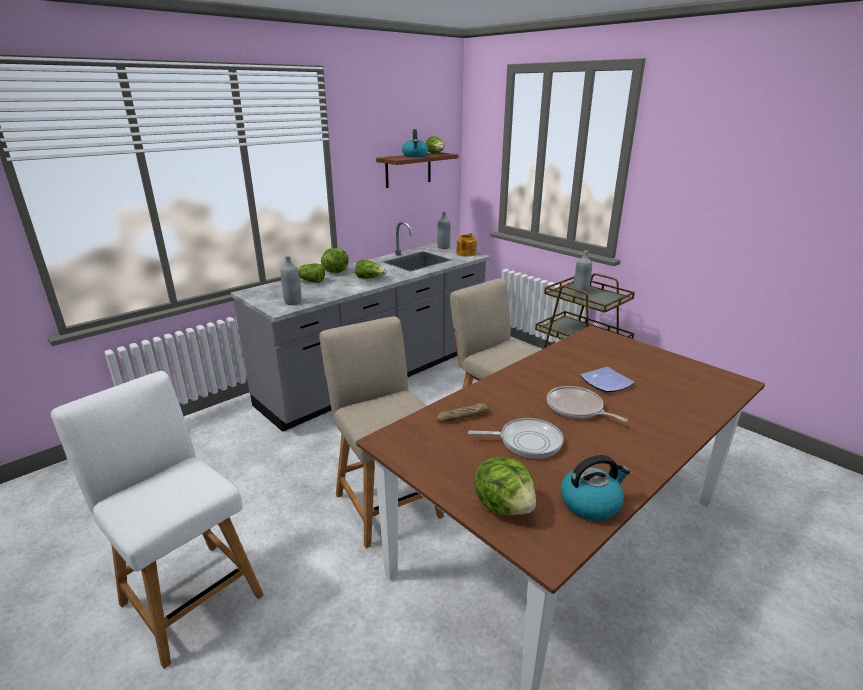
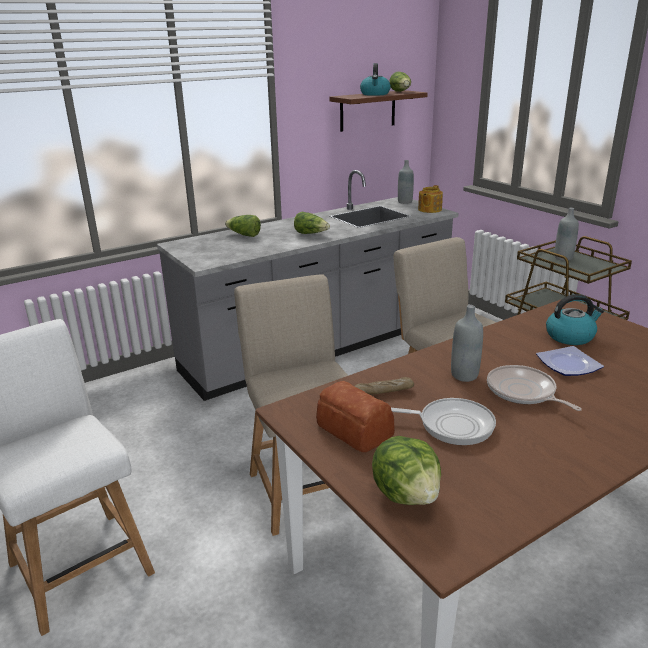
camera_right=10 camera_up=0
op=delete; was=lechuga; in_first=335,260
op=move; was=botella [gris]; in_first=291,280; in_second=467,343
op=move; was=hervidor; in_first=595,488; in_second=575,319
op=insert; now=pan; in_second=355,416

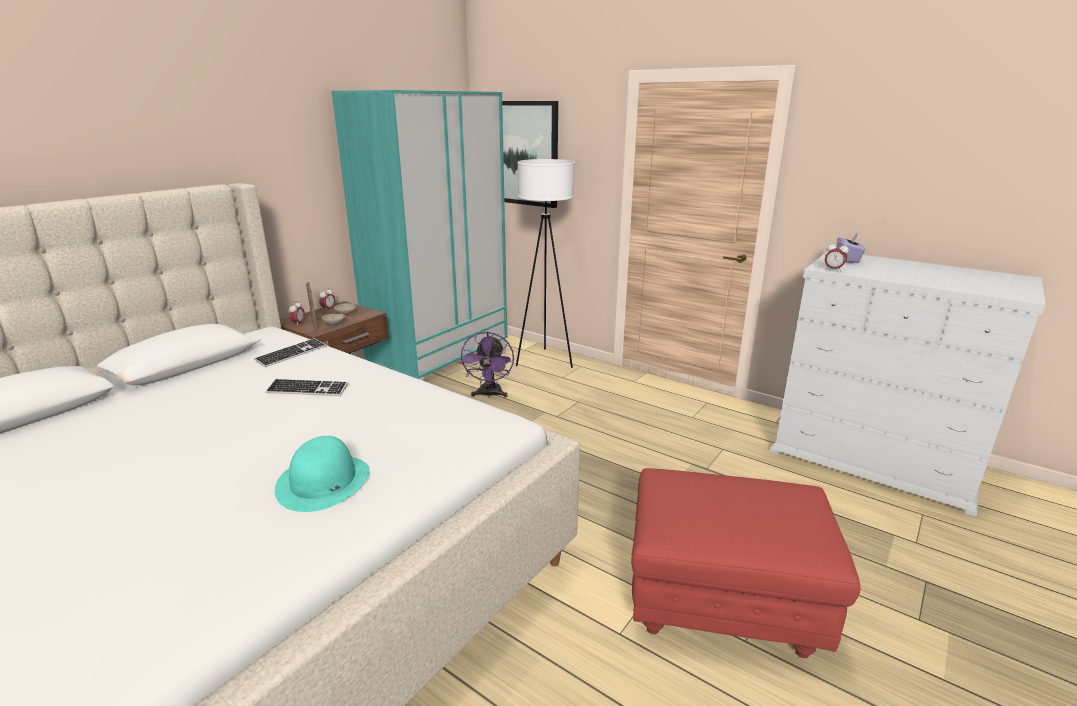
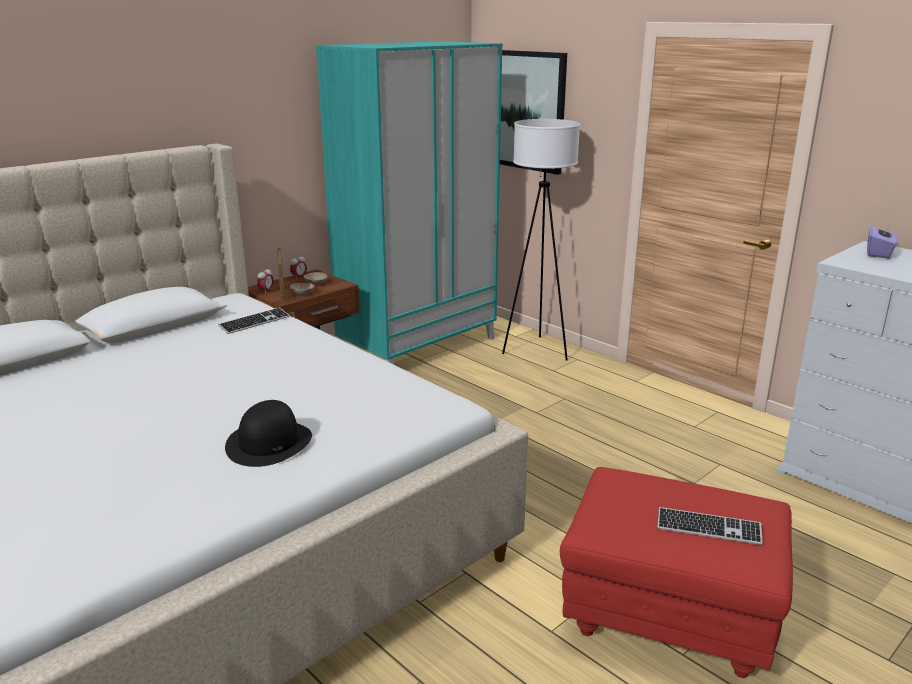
camera_right=10 camera_up=0
op=delete; was=despertador; in_first=837,256
op=delete; was=ventilador [morado]; in_first=486,365
op=move; was=teclado; in_first=307,387; in_second=710,526
op=recolor; was=sombrero [turquesa]; now=sombrero [negro]; in_first=322,474; in_second=268,433

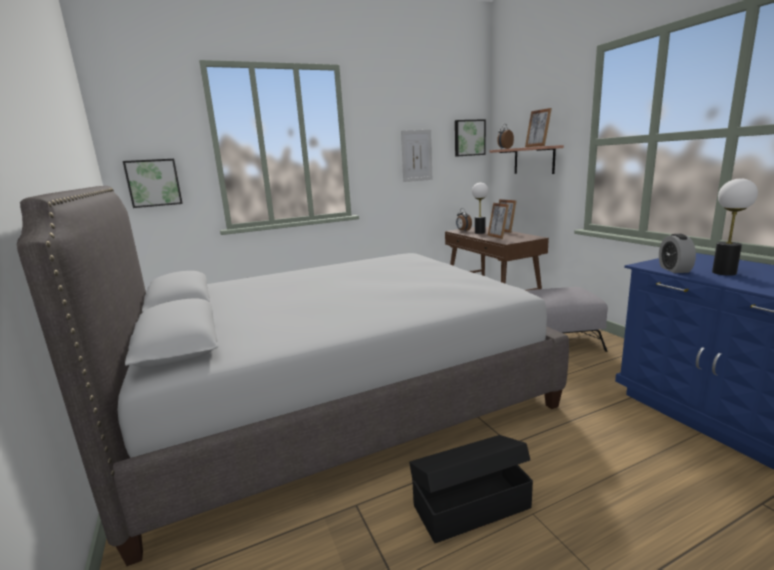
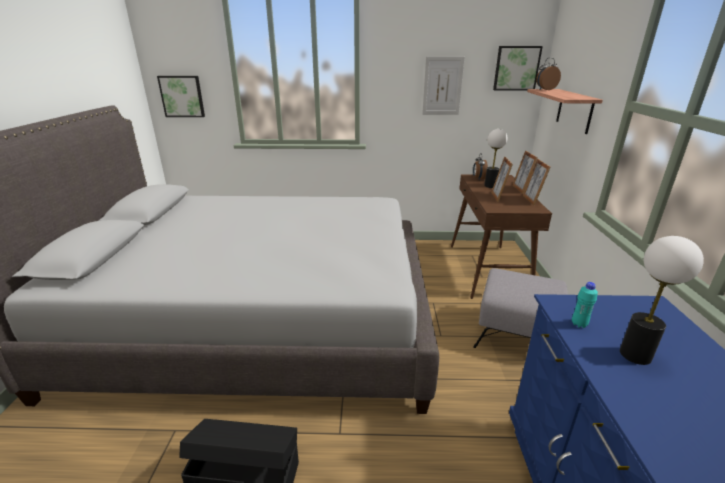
camera_right=25 camera_up=10
op=move; was=portarretratos; in_first=538,127; in_second=537,182
op=replace; was=despertador; now=botella [turquesa]; in_first=677,253; in_second=585,305

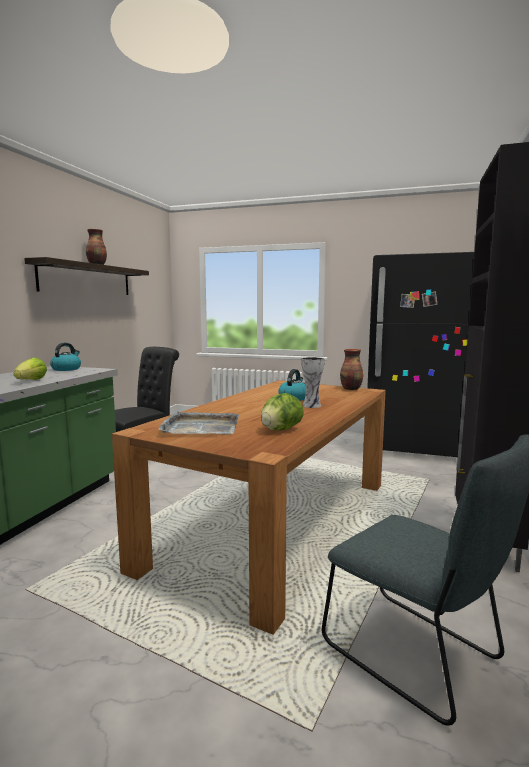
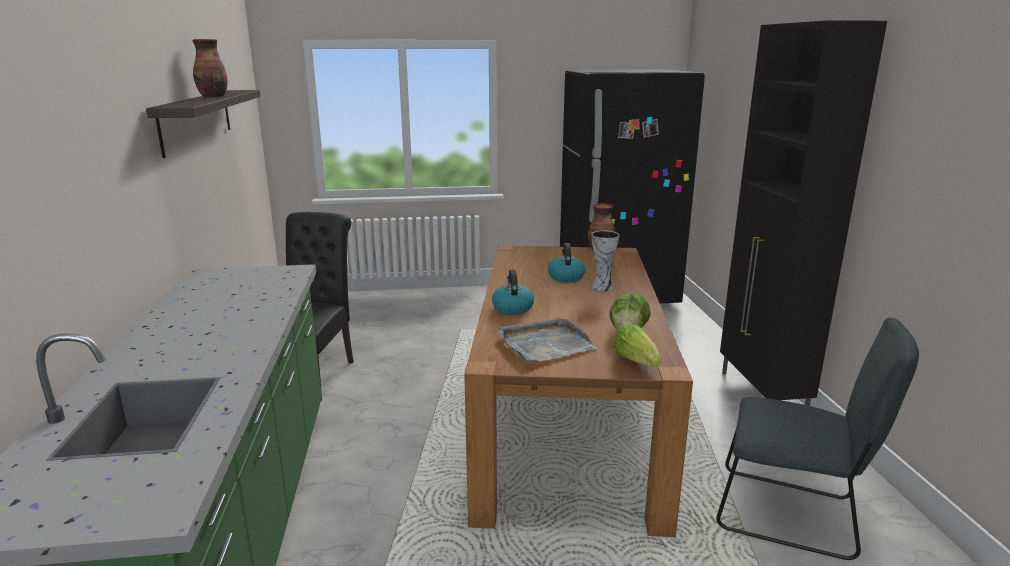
camera_right=-25 camera_up=10
op=move; was=hervidor; in_first=65,357; in_second=513,292
op=move; was=lechuga; in_first=30,368; in_second=637,345

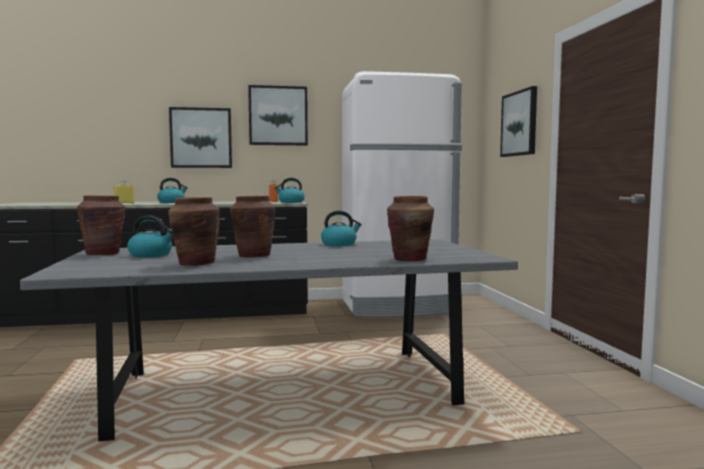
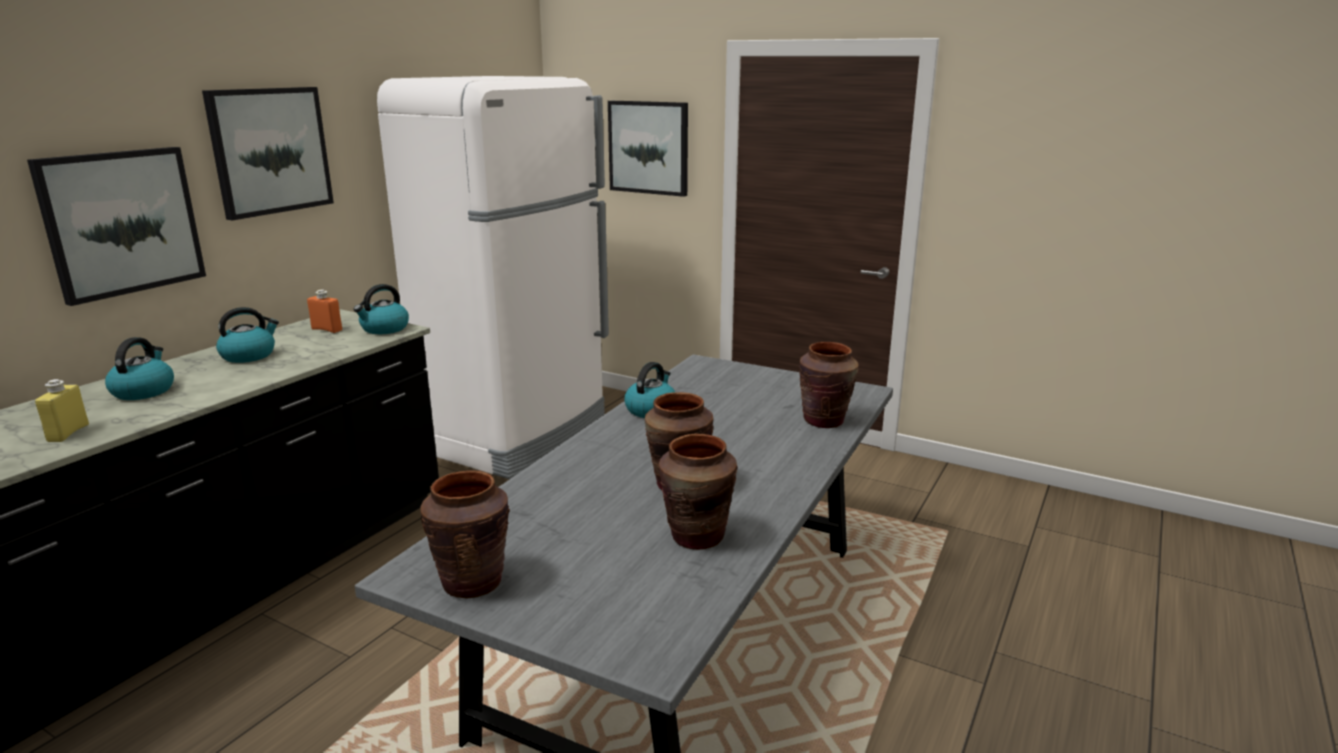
camera_right=-50 camera_up=15
op=move; was=hervidor; in_first=150,236; in_second=247,335

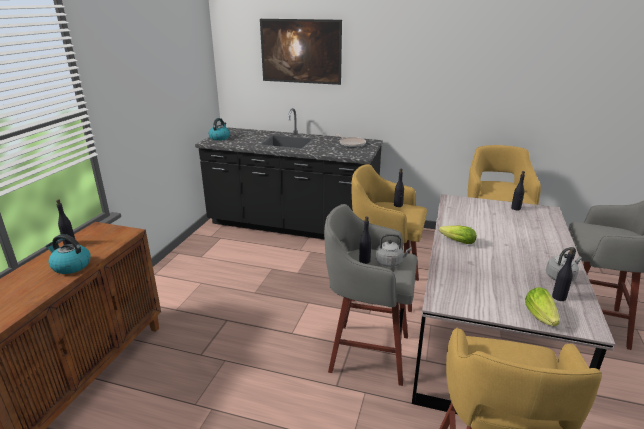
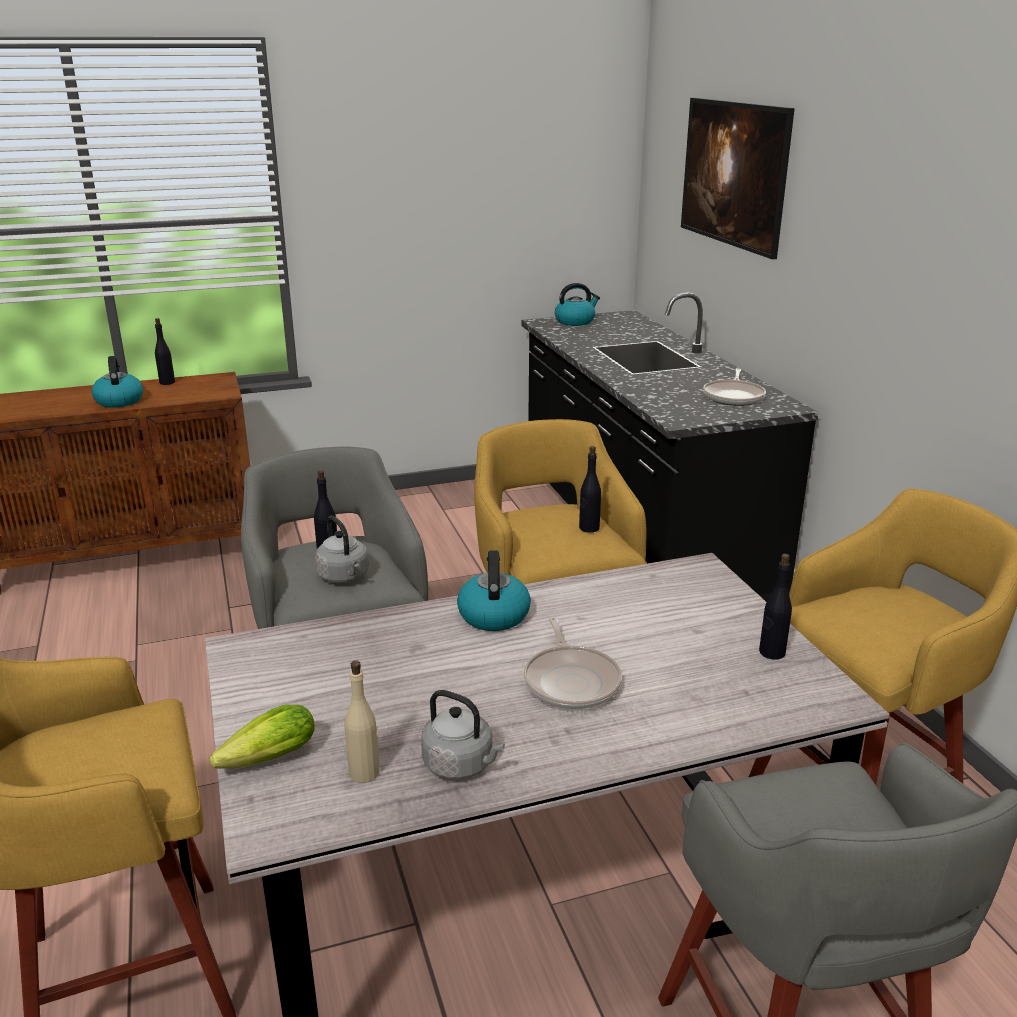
camera_right=55 camera_up=0
op=replace; was=lechuga; now=hervidor; in_first=458,235; in_second=494,590
op=recolor; was=botella [negro]; now=botella [beis]; in_first=563,274; in_second=362,721
op=insert; now=sartén; in_second=573,663

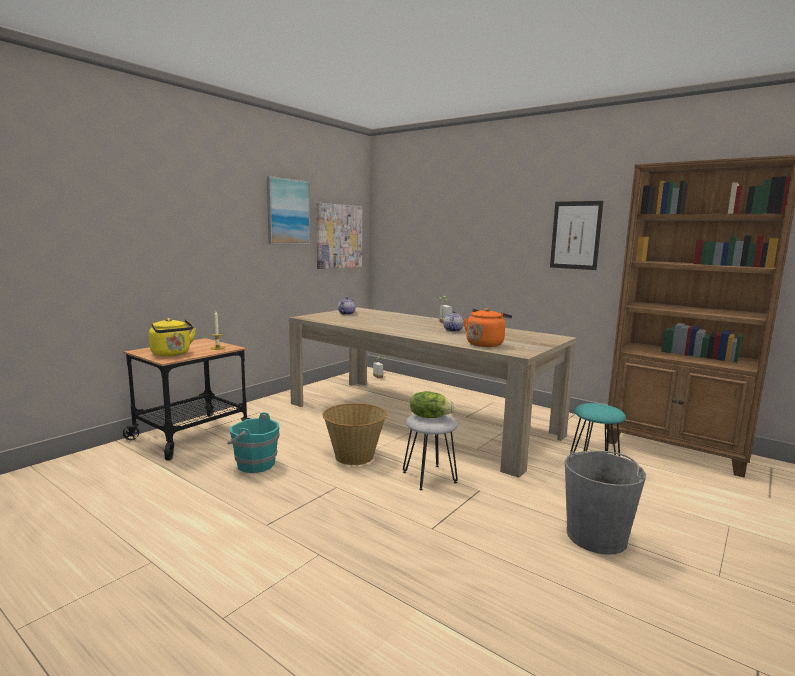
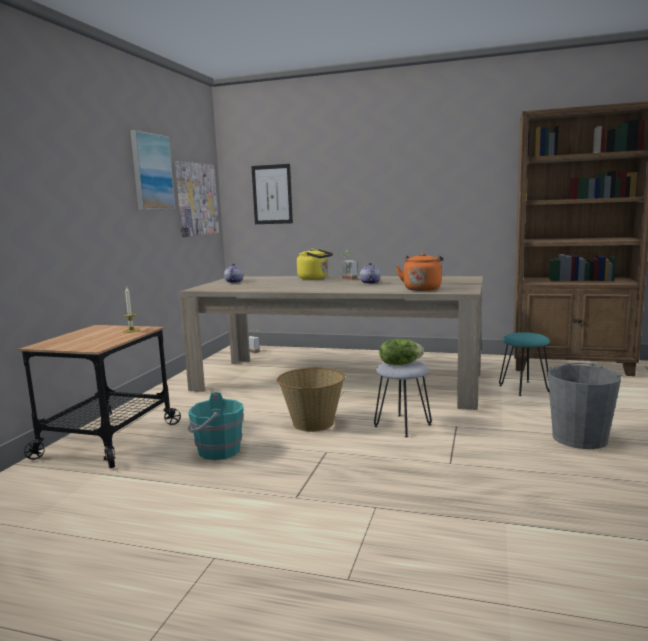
camera_right=-20 camera_up=0
op=move; was=cuadro; in_first=576,235; in_second=272,194
op=move; was=hervidor [amarillo]; in_first=172,337; in_second=315,264

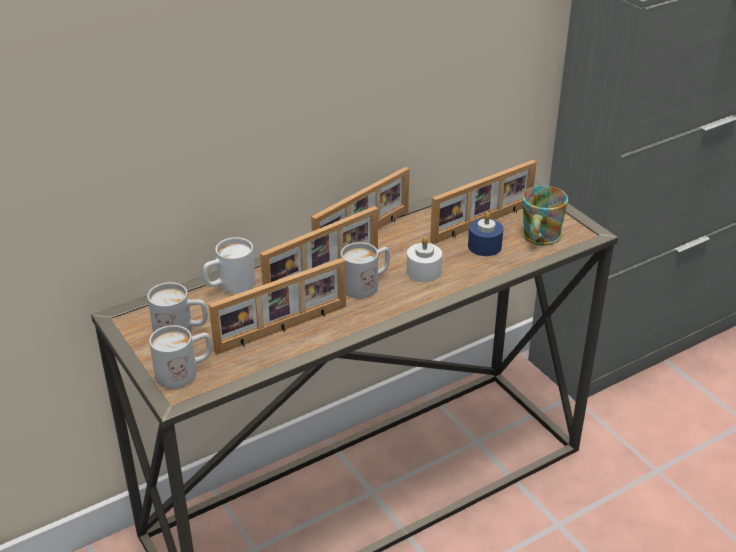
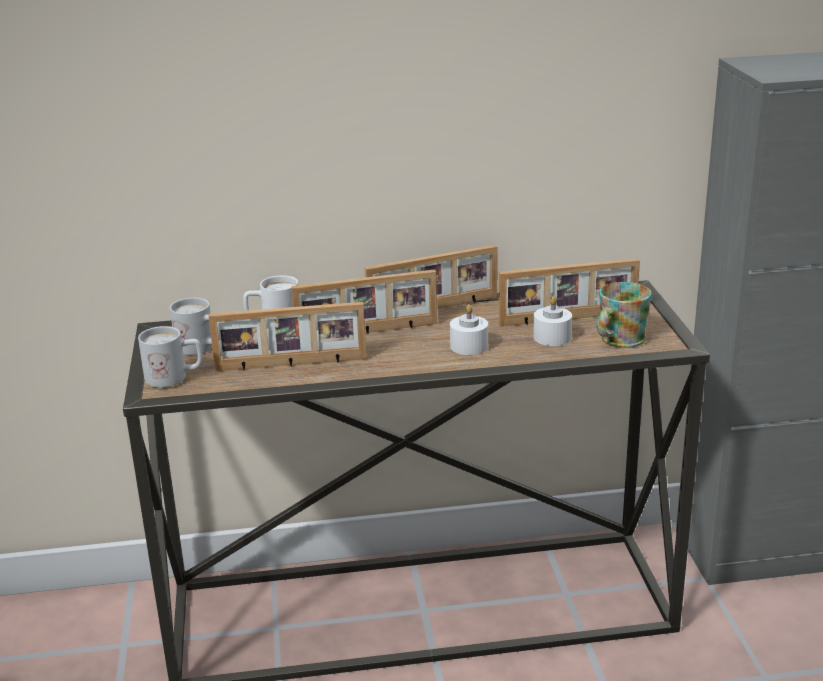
camera_right=25 camera_up=-10
op=recolor; was=vela [azul]; now=vela [blanco]; in_first=486,234; in_second=552,321
op=delete; was=taza grande [blanco]; in_first=365,270

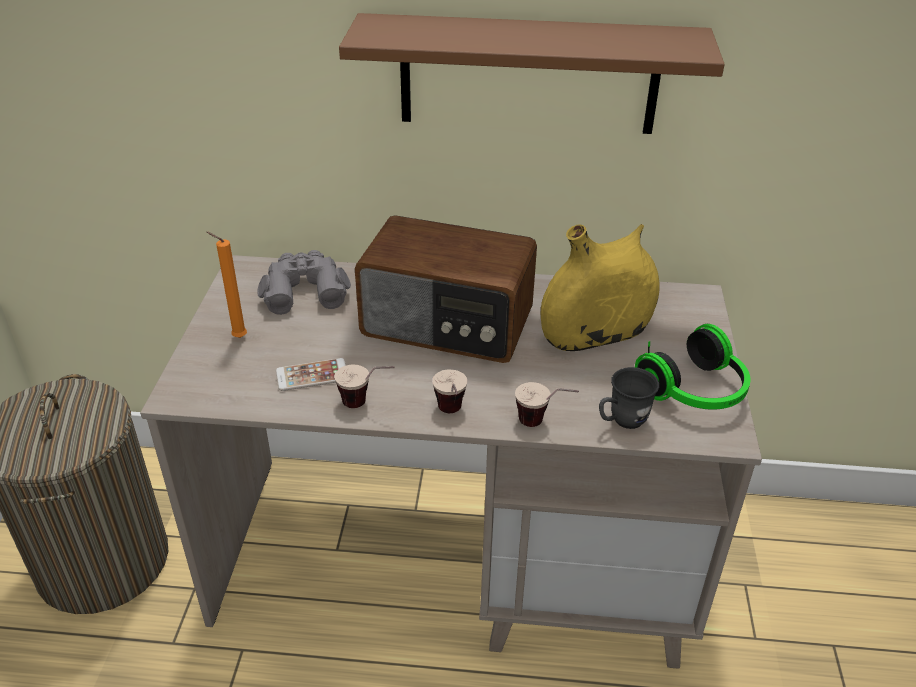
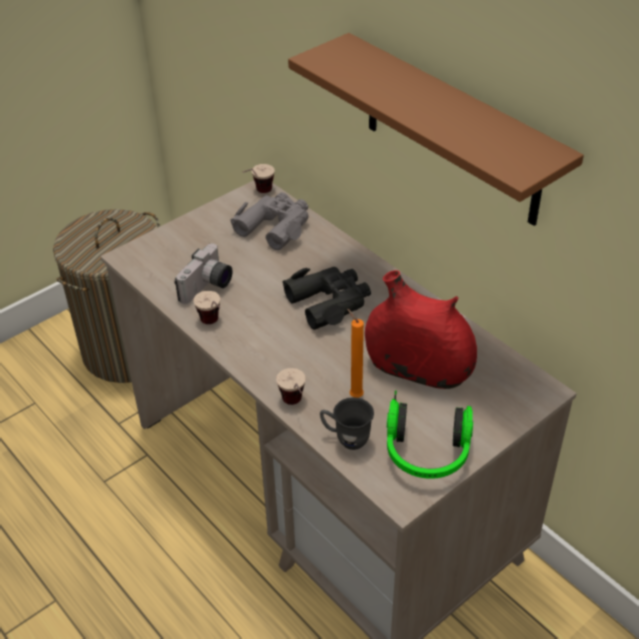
camera_right=45 camera_up=5
op=replace; was=radio; now=prismáticos [negro]; in_first=446,289; in_second=326,298
op=recolor; was=florero [amarillo]; now=florero [rojo]; in_first=600,287; in_second=421,329
op=move; was=vela [naranja]; in_first=226,285; in_second=355,353
op=replace; was=móvil; now=cámara; in_first=311,374; in_second=203,274
op=move; was=taza; in_first=449,391; in_second=259,178

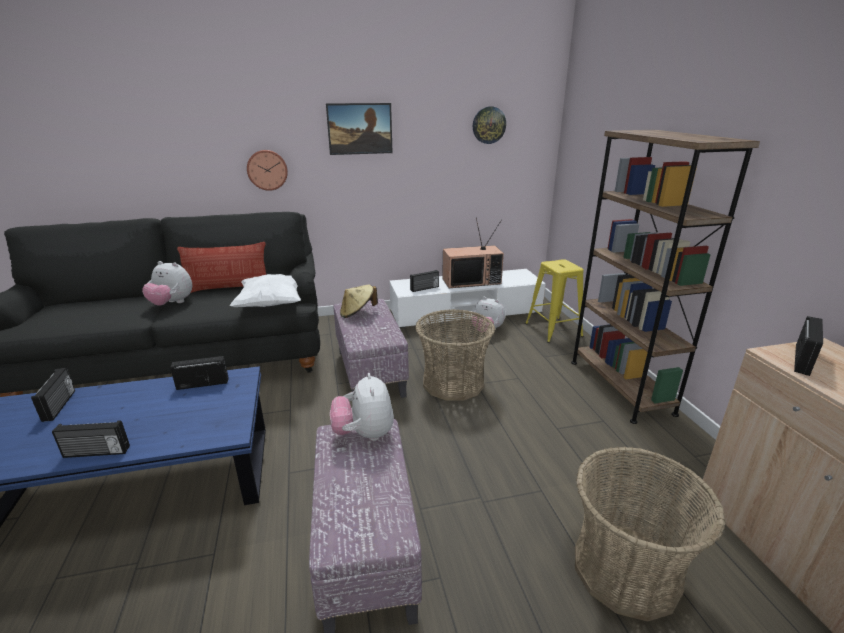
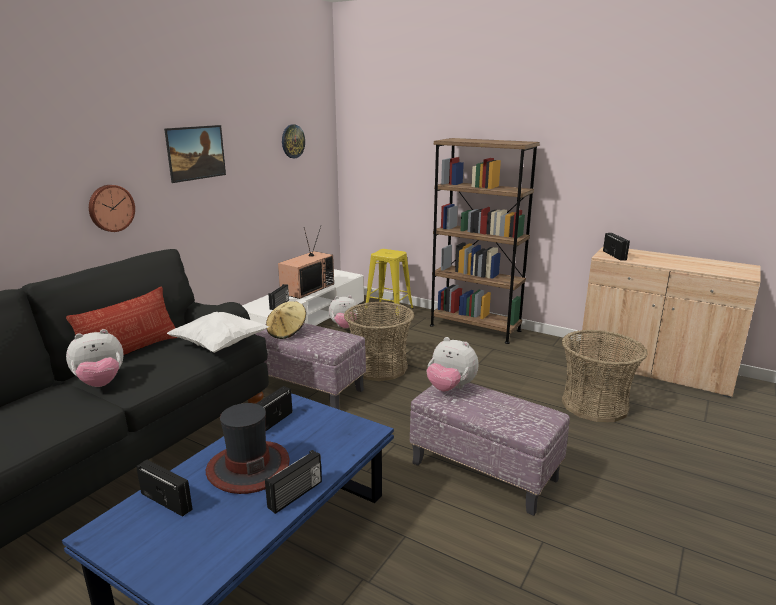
camera_right=-45 camera_up=-5
op=insert; now=sombrero; in_second=248,448

